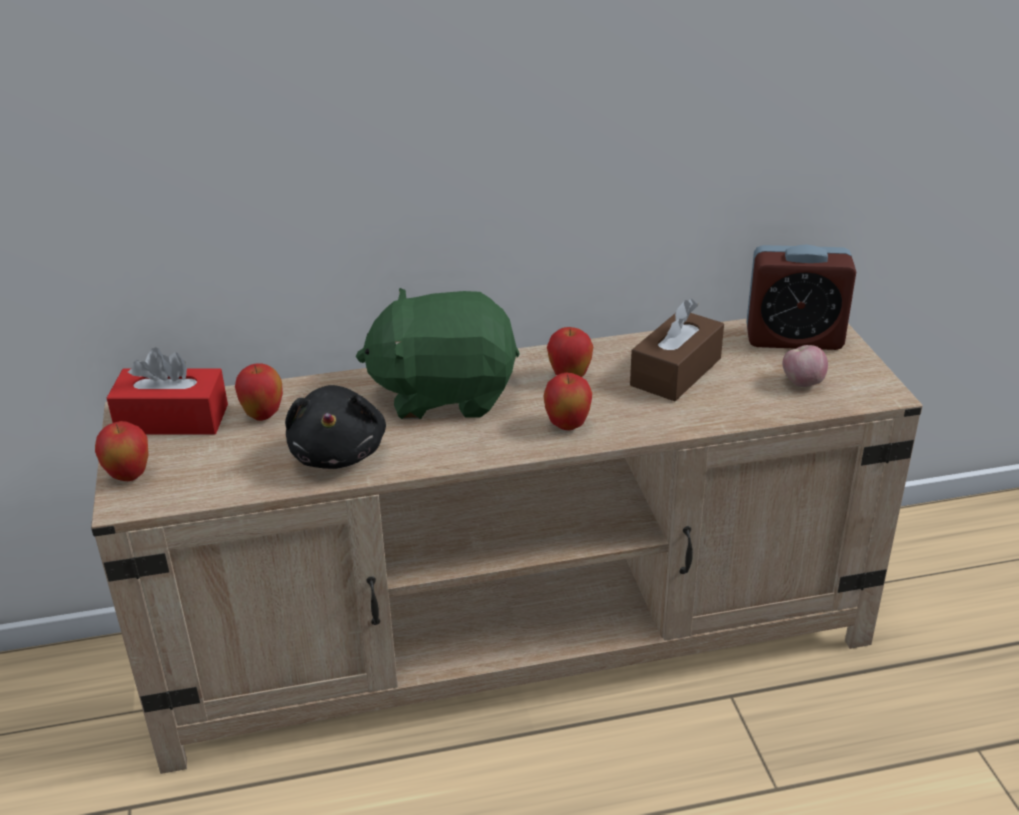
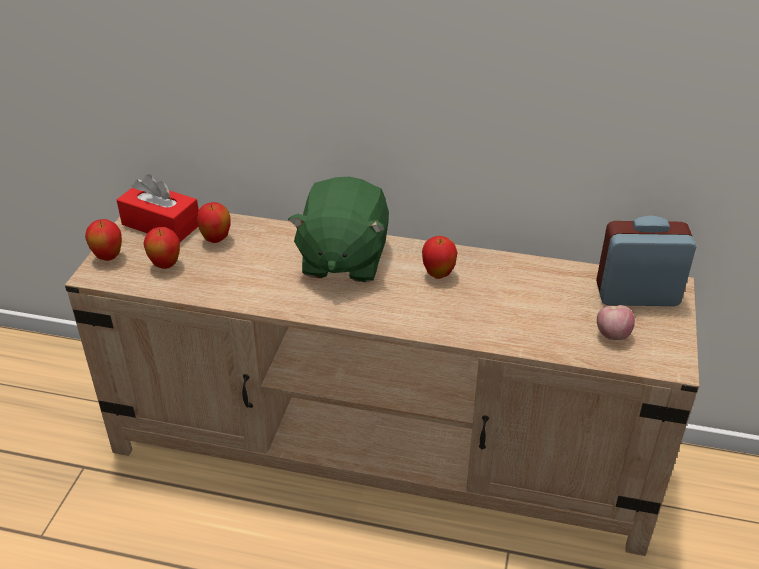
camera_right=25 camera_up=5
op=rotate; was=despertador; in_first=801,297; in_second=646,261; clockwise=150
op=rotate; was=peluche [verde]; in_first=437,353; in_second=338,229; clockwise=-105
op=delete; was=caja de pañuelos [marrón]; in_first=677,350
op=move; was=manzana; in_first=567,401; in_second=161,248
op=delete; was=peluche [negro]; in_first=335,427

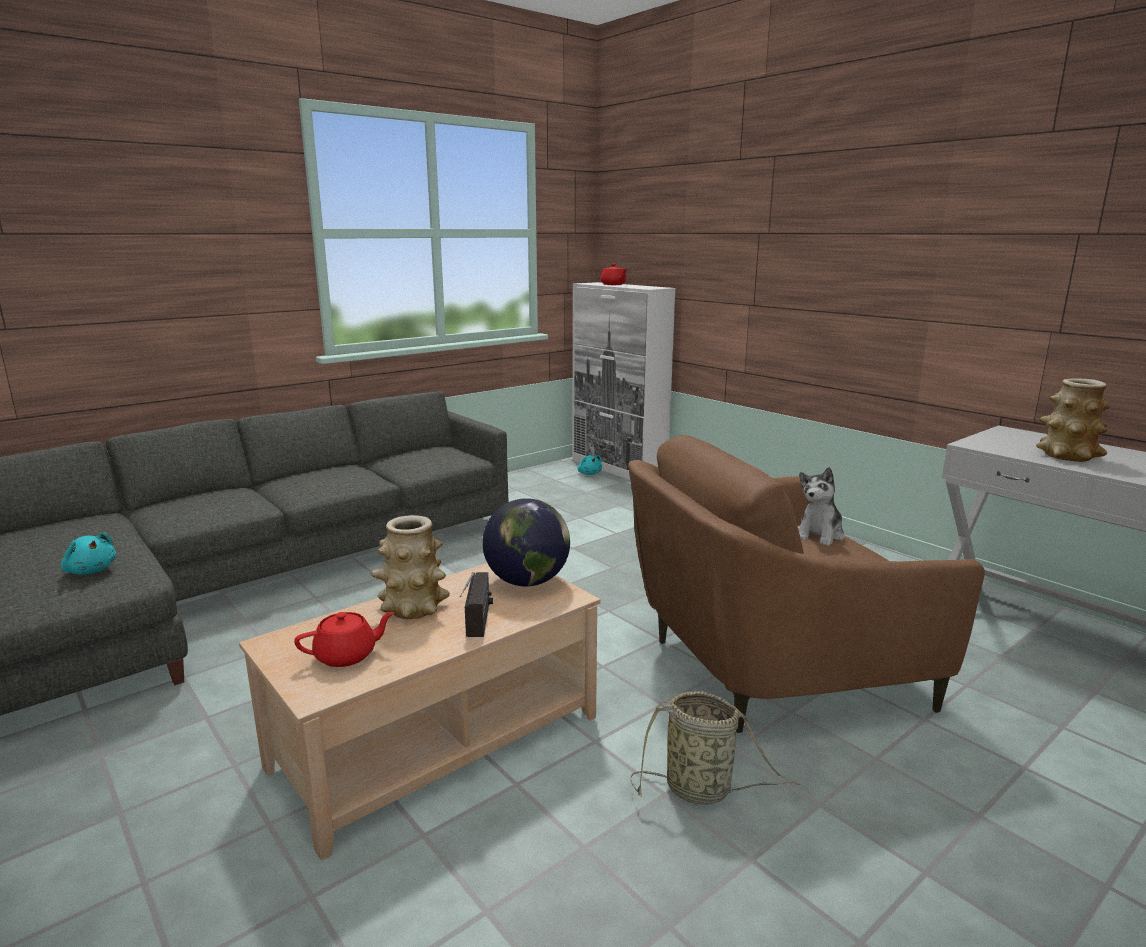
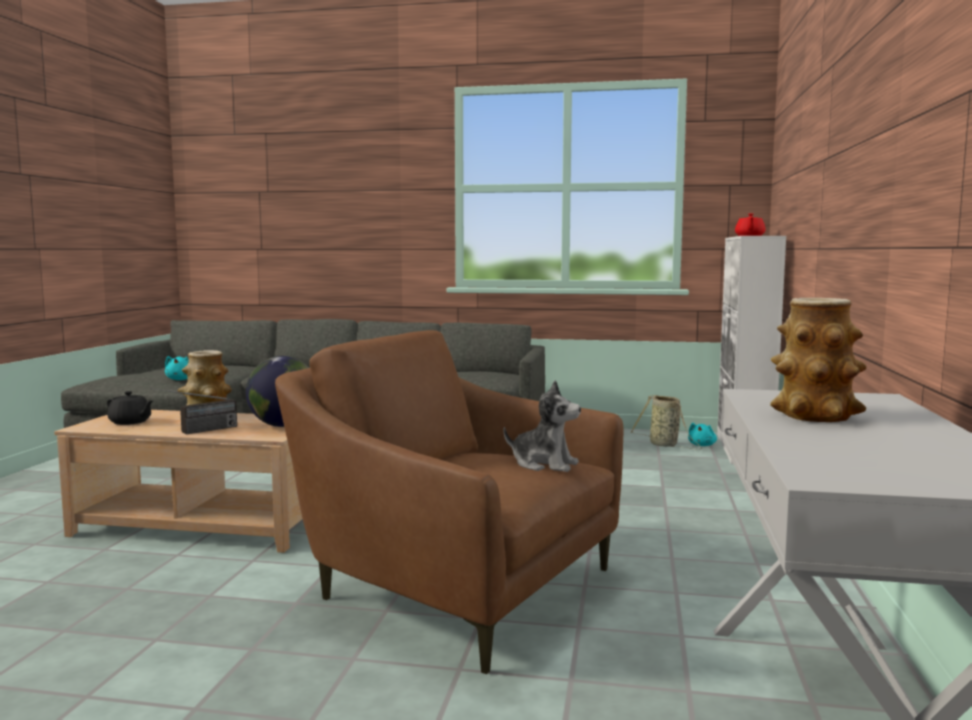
camera_right=50 camera_up=-10
op=rotate; was=peluche; in_first=821,506; in_second=542,426; clockwise=-150
op=recolor; was=tetera [rojo]; now=tetera [negro]; in_first=344,639; in_second=130,408
op=move; was=cesta; in_first=715,748; in_second=666,422

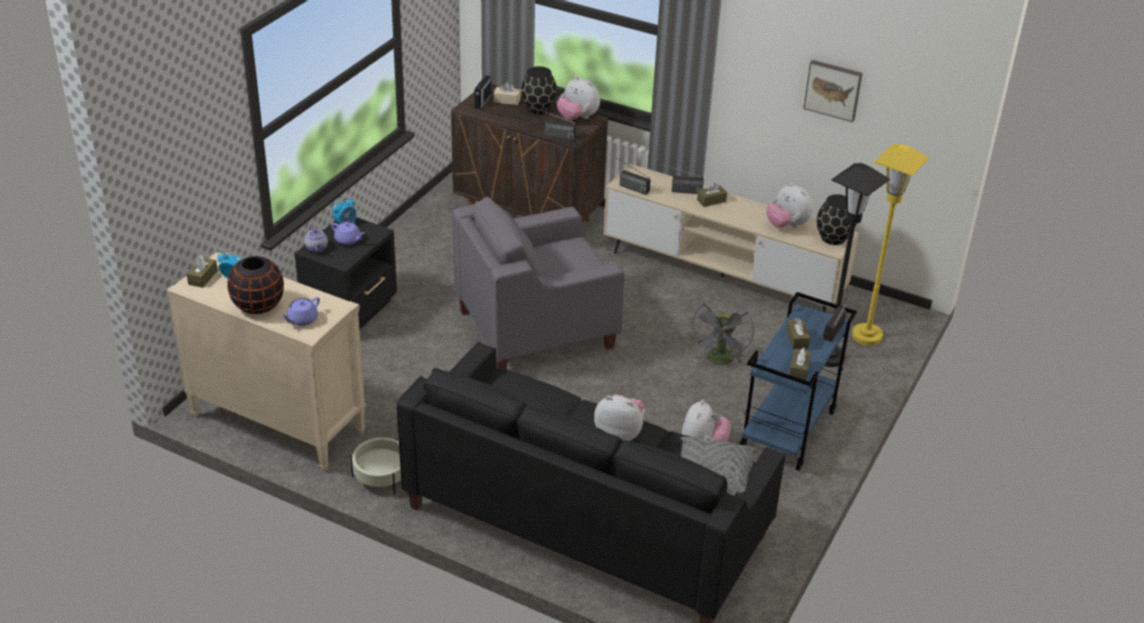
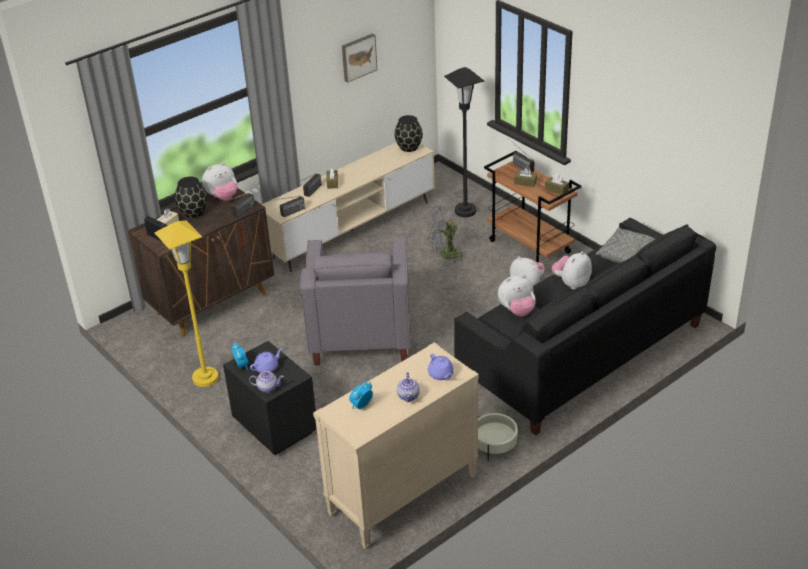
camera_right=-65 camera_up=0
op=move; was=lámpara de pie [amarillo]; in_first=890,245; in_second=187,303
op=move; was=peluche; in_first=789,205; in_second=516,295
op=delete; was=caja de pañuelos [marrón]; in_first=202,271
op=replace; was=florero [negro]; now=tetera; in_first=255,285; in_second=408,387
op=recolor; was=carrito [azul]; now=carrito [marrón]; in_first=798,381; in_second=533,206
op=rotate; was=ventilador [gris]; in_first=722,332; in_second=446,234; clockwise=120

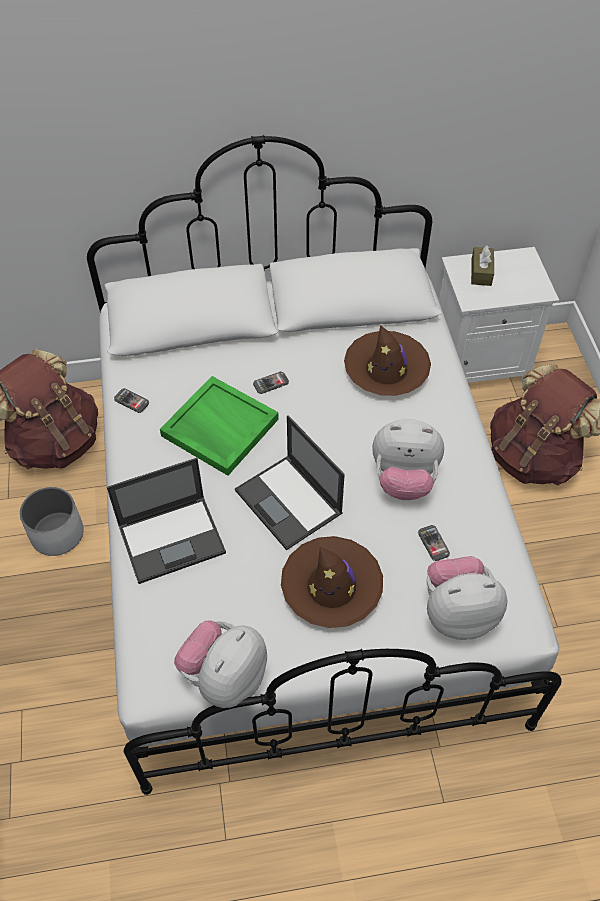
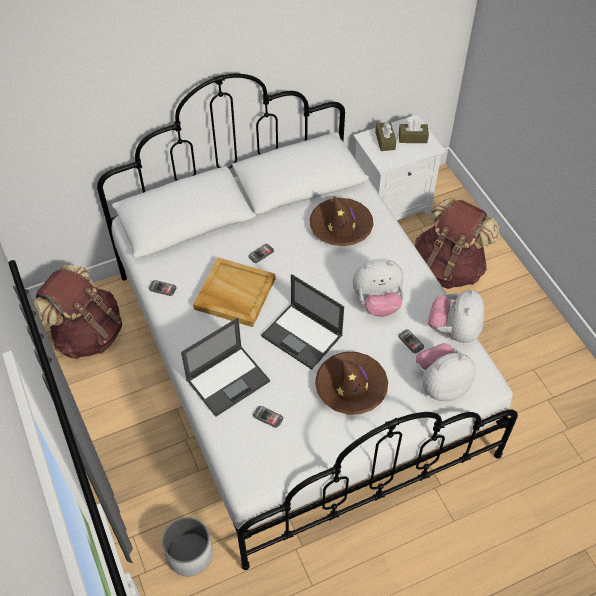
camera_right=-15 camera_up=0
op=recolor; was=bandeja [verde]; now=bandeja [beis]; in_first=219,426; in_second=234,292
op=move; was=maceta [blanco]; in_first=52,521; in_second=187,546
op=move; was=peluche; in_first=220,664; in_second=456,316
op=insert; now=caja de pañuelos [marrón]; in_second=414,131
op=insert; now=móvil; in_second=268,417

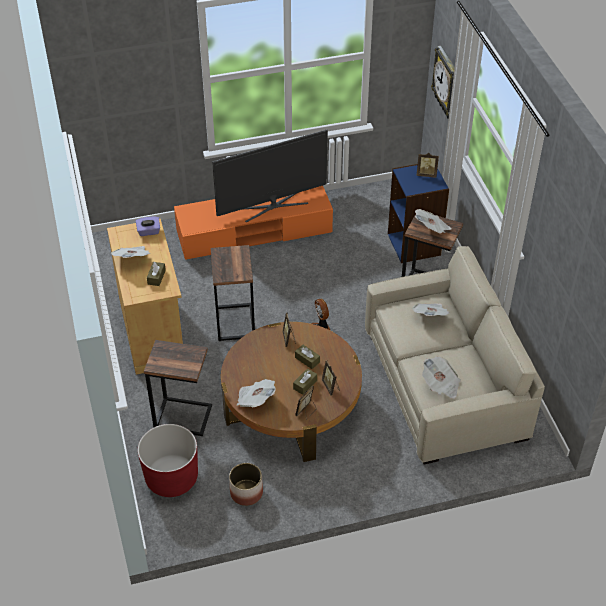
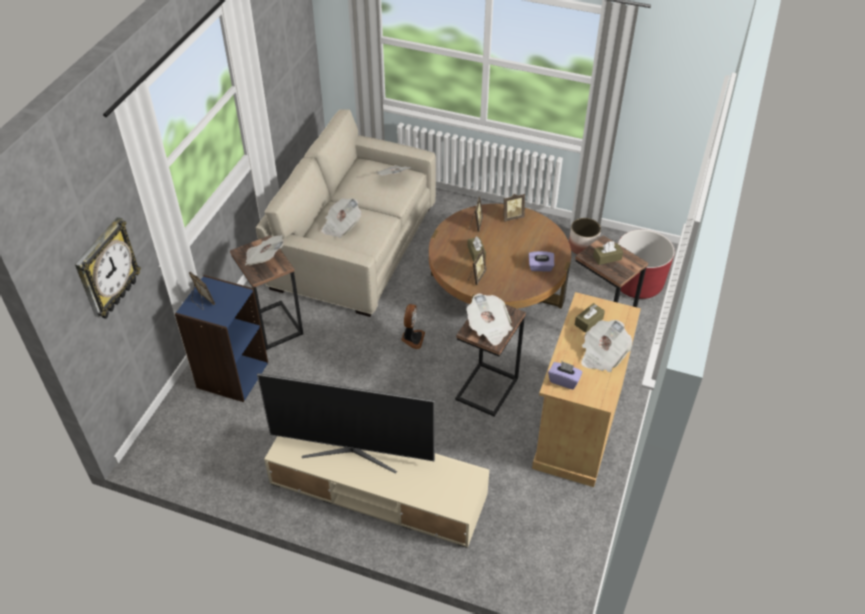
camera_right=-145 camera_up=0
op=recolor; was=mueble de televisión [naranja]; now=mueble de televisión [beis]; in_first=253,223; in_second=376,492
op=move; was=caja de pañuelos [marrón]; in_first=305,381; in_second=608,253
op=move; was=periódico; in_first=256,393; in_second=489,319
op=insert; now=caja de pañuelos [morado]; in_second=541,261

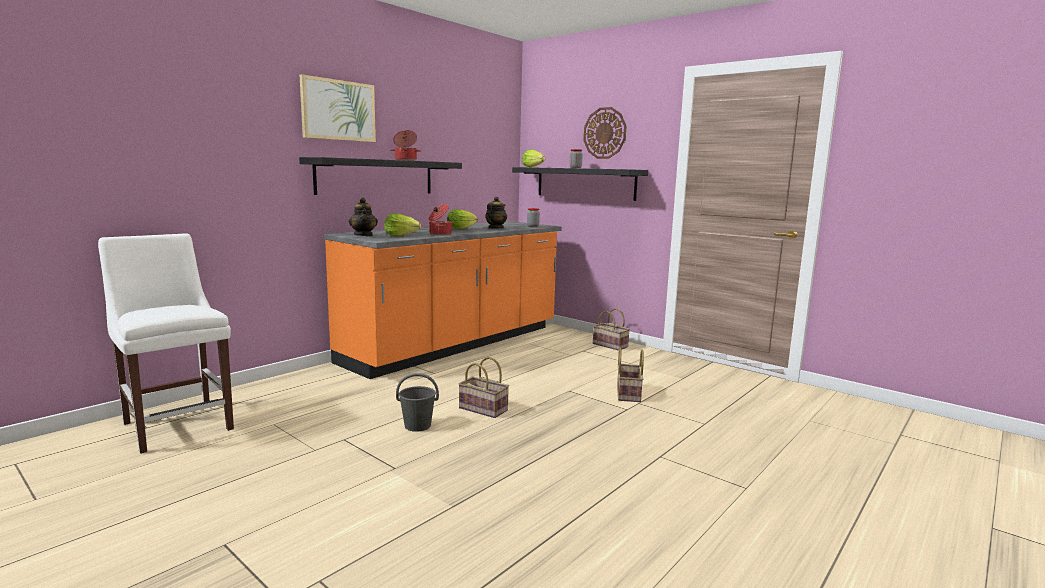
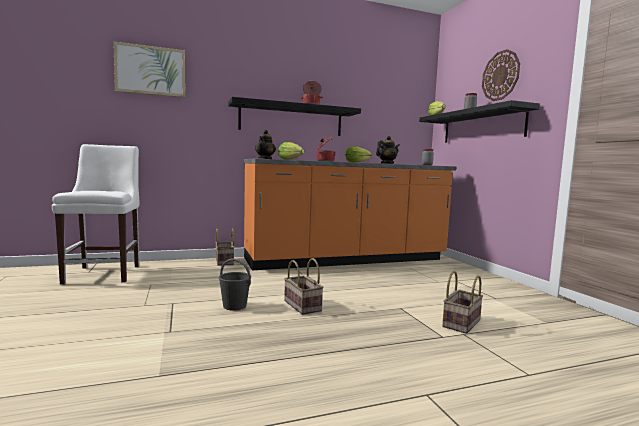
camera_right=30 camera_up=-5
op=move; was=cuadro; in_first=338,108; in_second=149,69
op=move; was=cesta; in_first=611,329; in_second=225,247

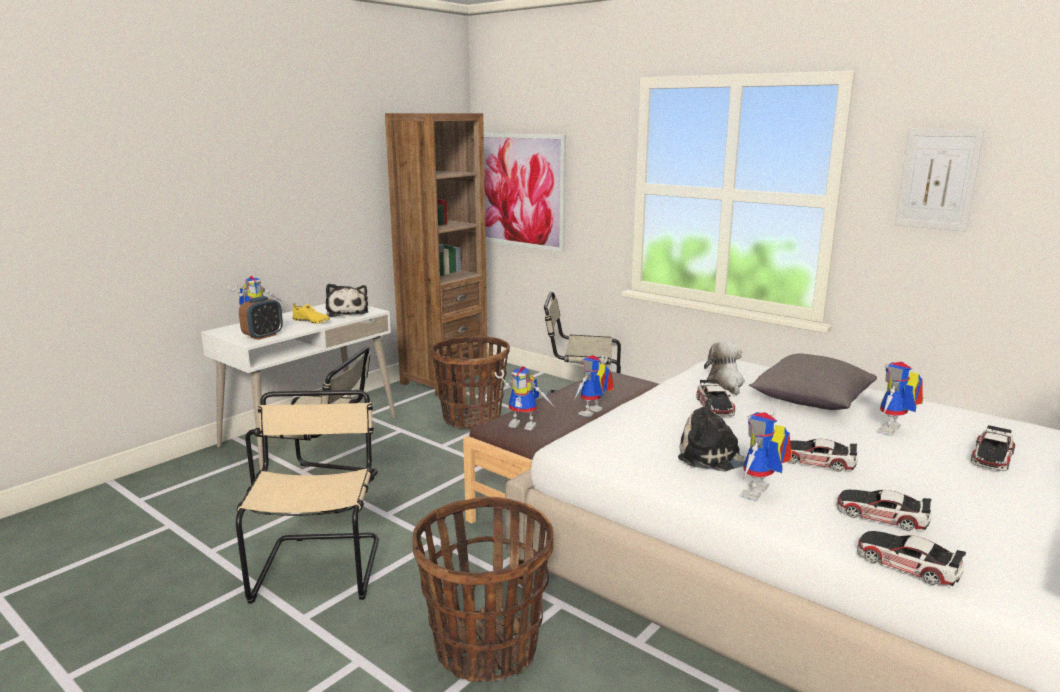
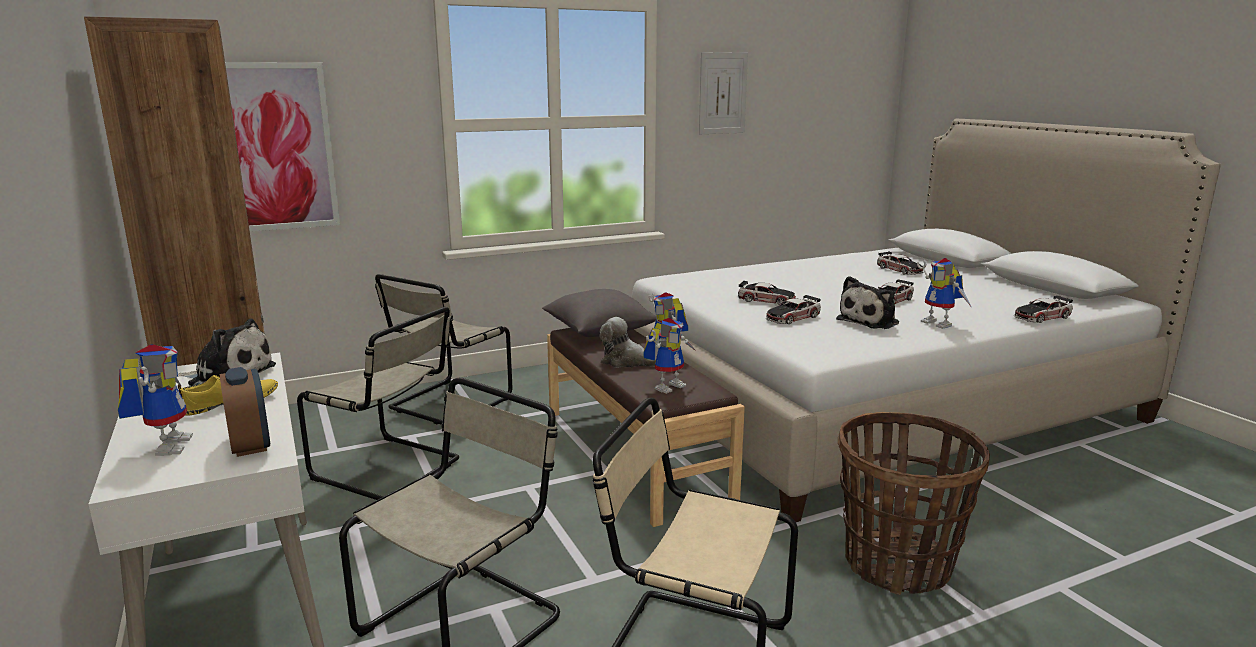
camera_right=-65 camera_up=0
op=replace; was=cesta; now=silla [beis]; in_first=470,382; in_second=378,403
op=move; was=peluche; in_first=724,368; in_second=627,342
op=move; was=cojín [gris]; in_first=813,382; in_second=599,313
op=delete; was=robot de juguete; in_first=899,399
op=move; was=coche de juguete; in_first=883,510; in_second=793,309

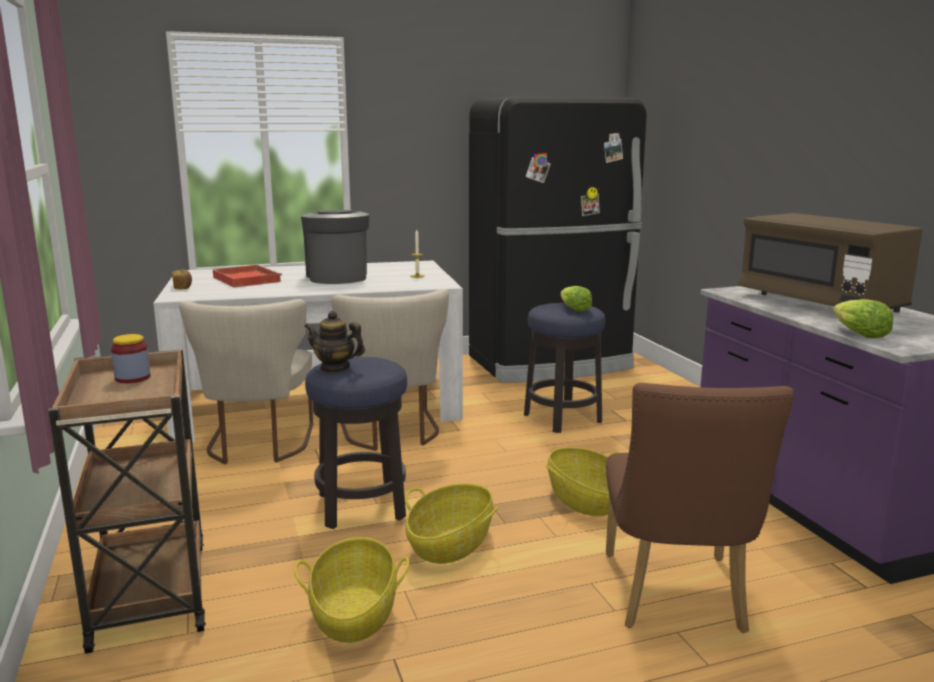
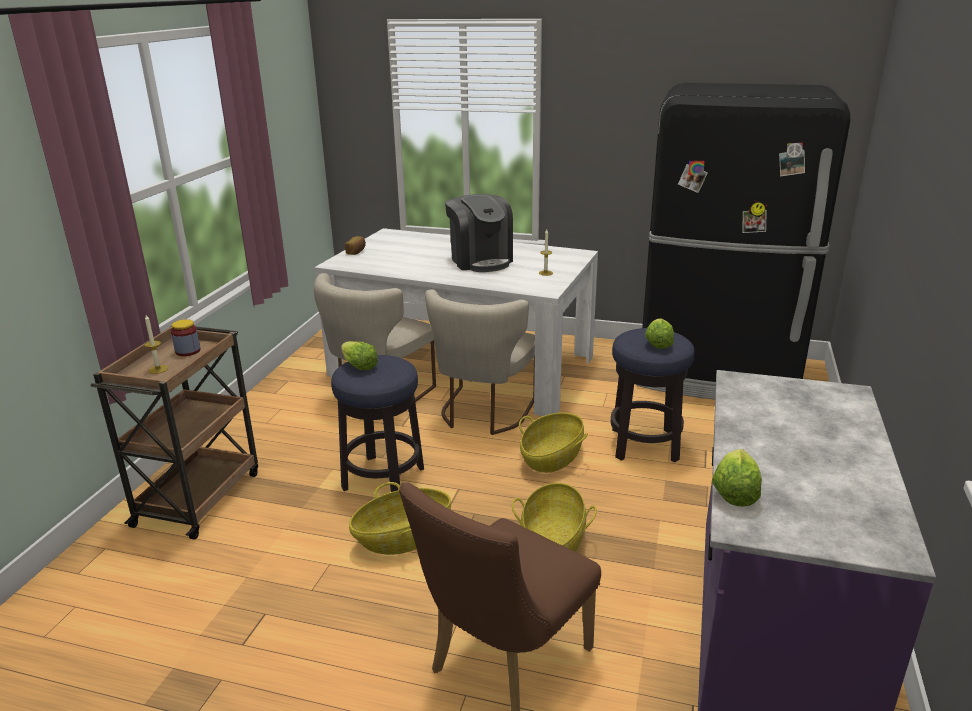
camera_right=35 camera_up=10
op=rotate; was=cafetera; in_first=335,247; in_second=479,233; clockwise=135
op=delete; was=microondas [marrón]; in_first=830,262
op=delete; was=bandeja [rojo]; in_first=247,276
op=replace; was=tetera; now=lechuga; in_first=334,342; in_second=359,355
op=move; was=cesta; in_first=351,590; in_second=553,442
op=insert; now=vela; in_second=156,344

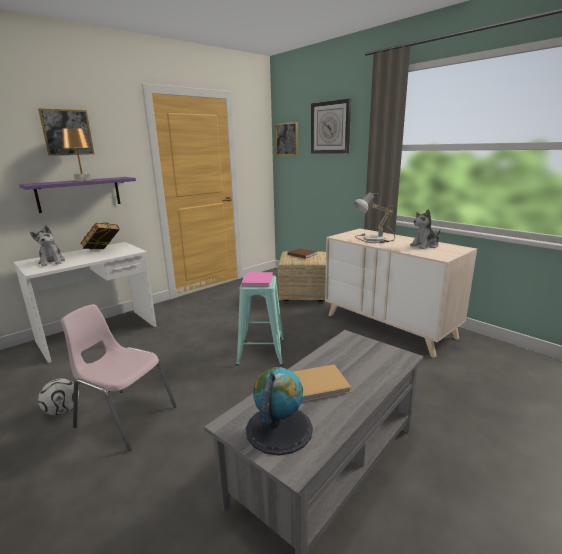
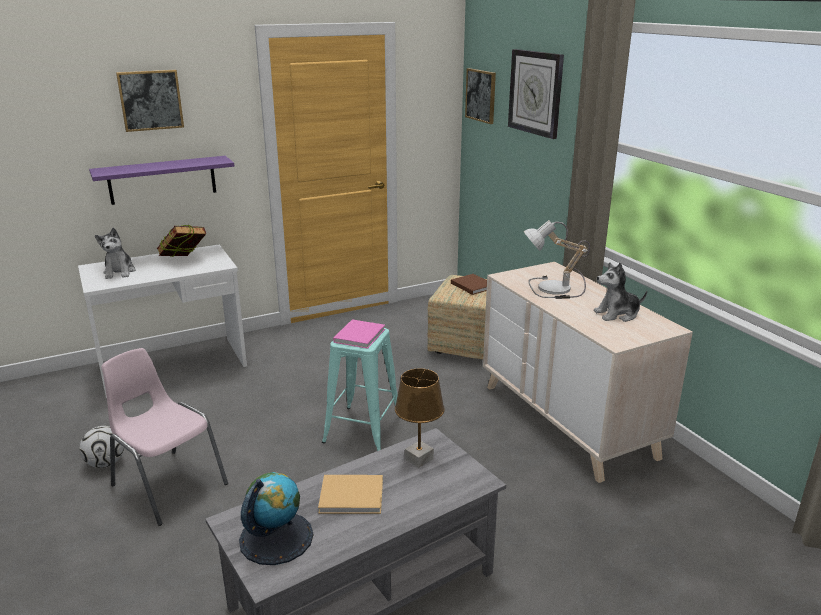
camera_right=15 camera_up=5
op=move; was=lámpara de mesa [marrón]; in_first=76,154; in_second=420,418

